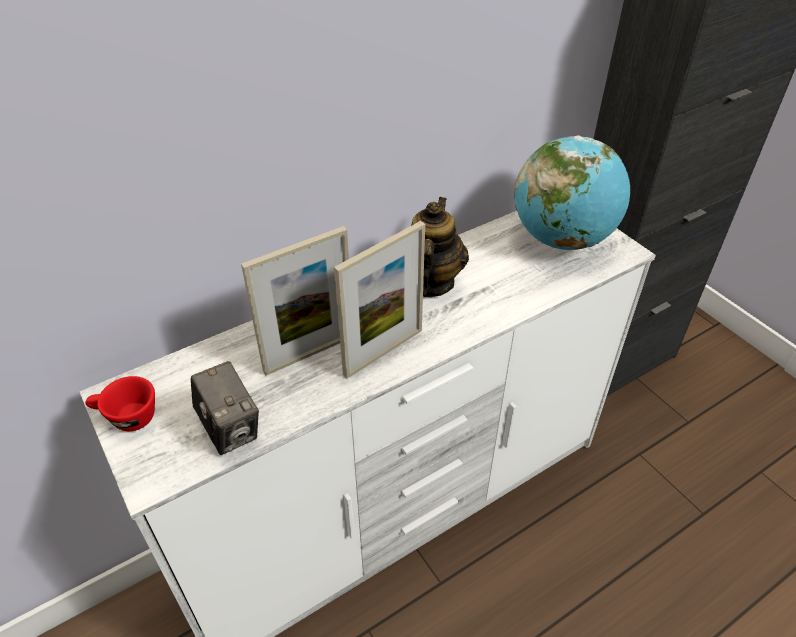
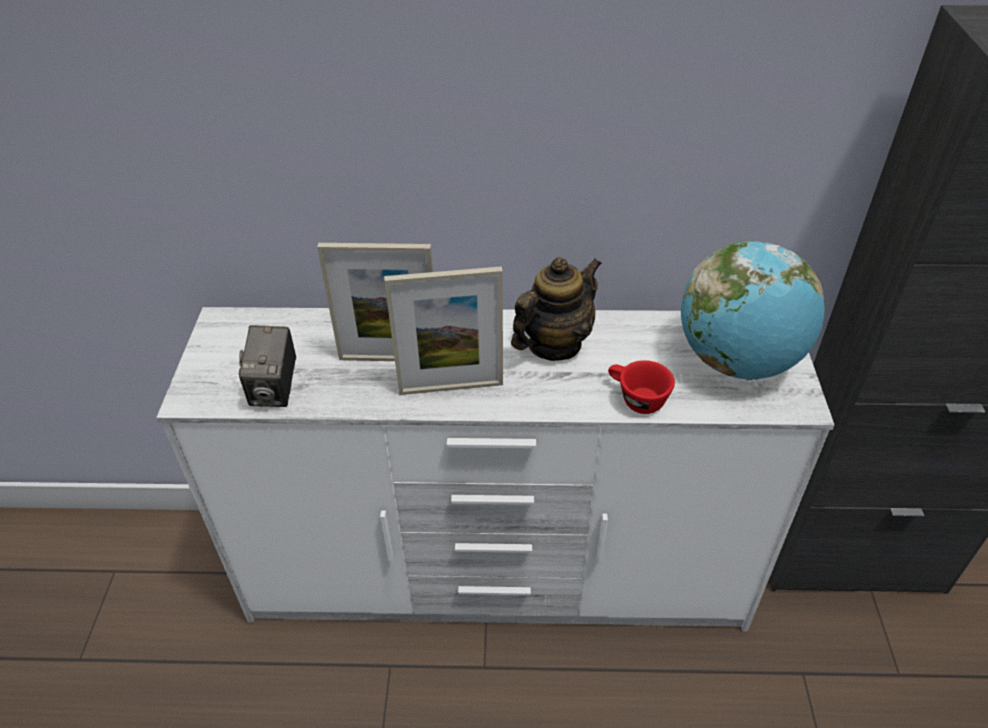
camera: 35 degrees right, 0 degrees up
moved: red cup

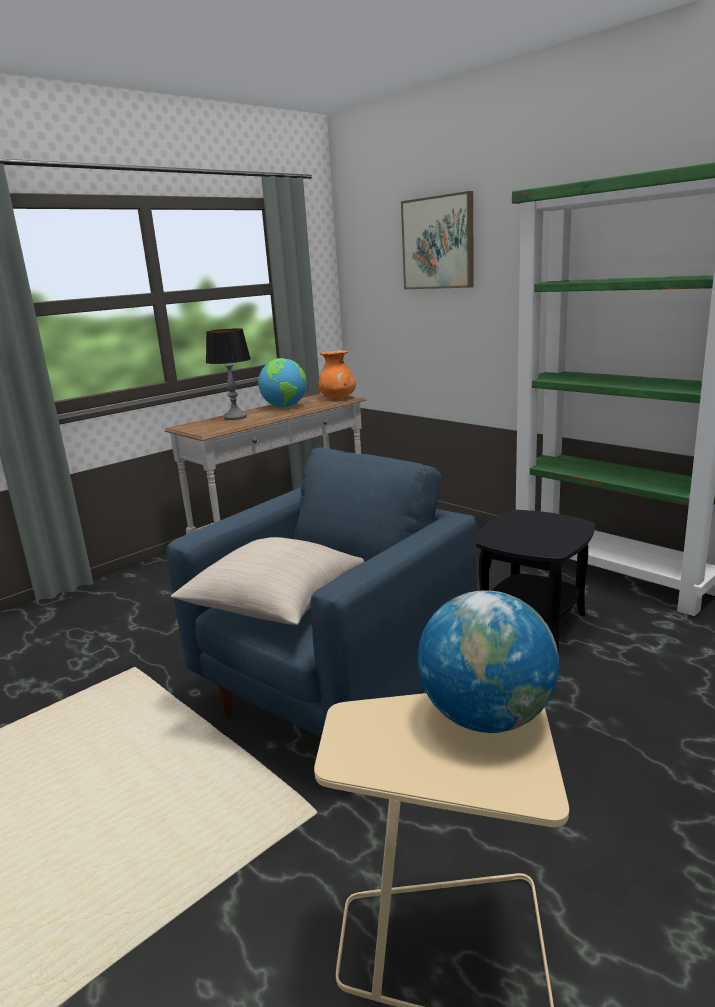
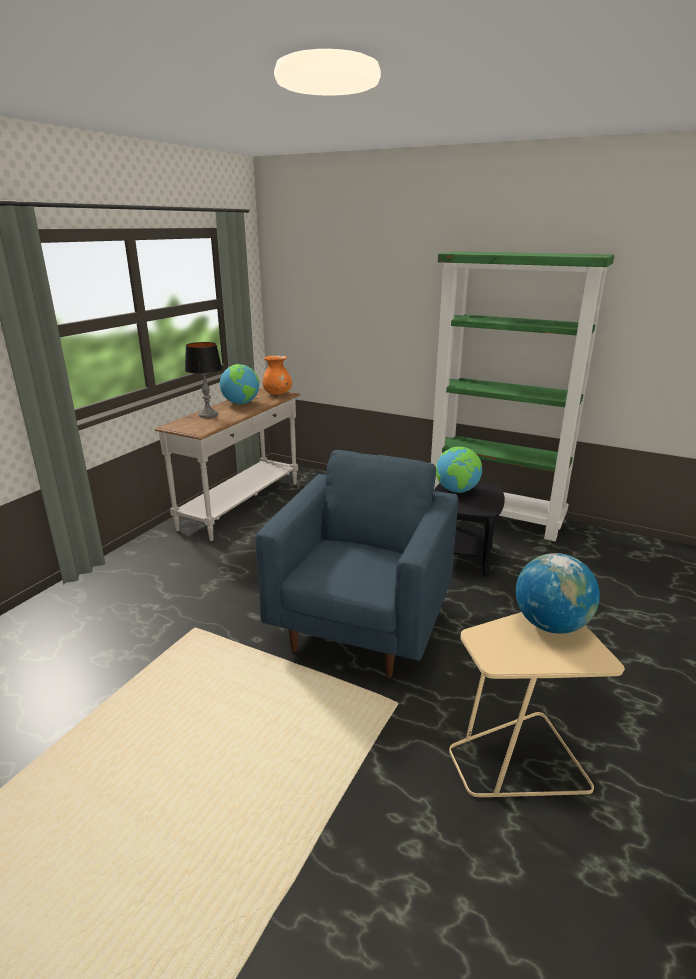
camera: 20 degrees left, 5 degrees up
removed: picture; beige pillow
added: globe (2nd from left)

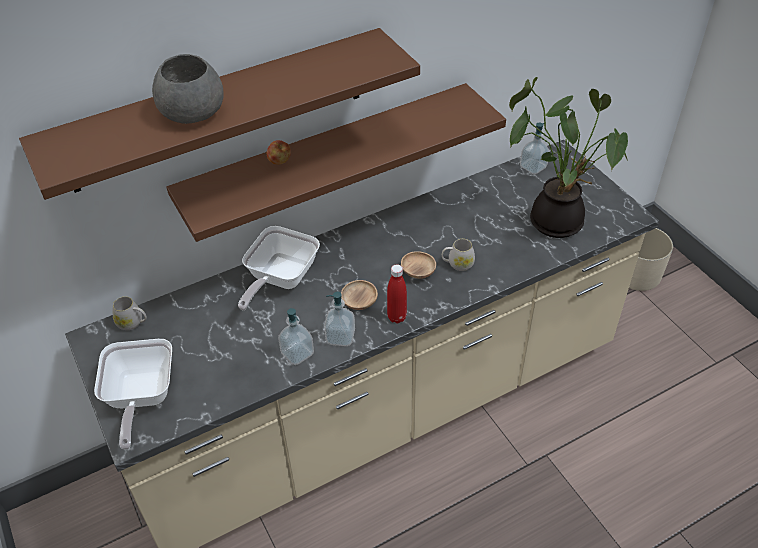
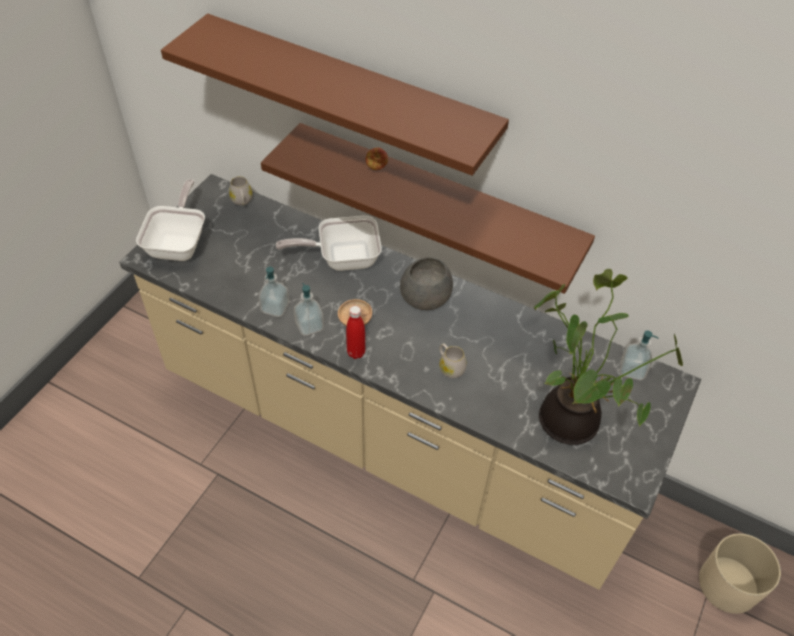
camera: 55 degrees right, 5 degrees up
removed: brown bowl (2nd from left)
moved: grey bowl
turned: frying pan (1st from left) 135 degrees clockwise

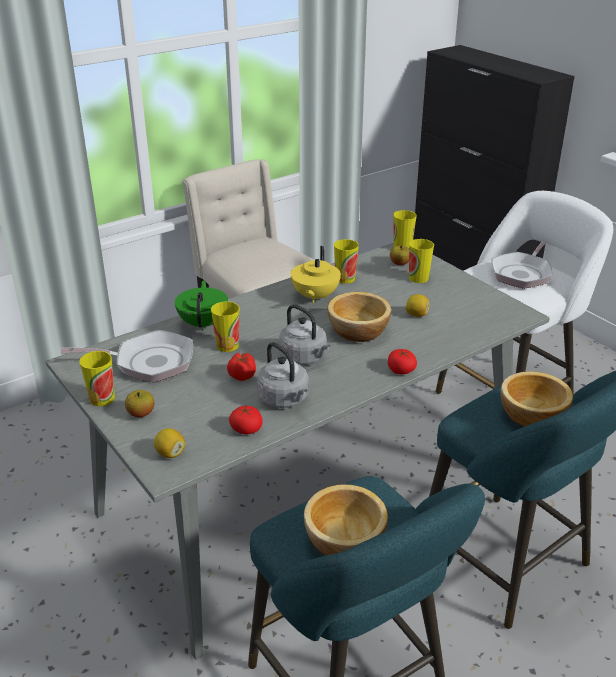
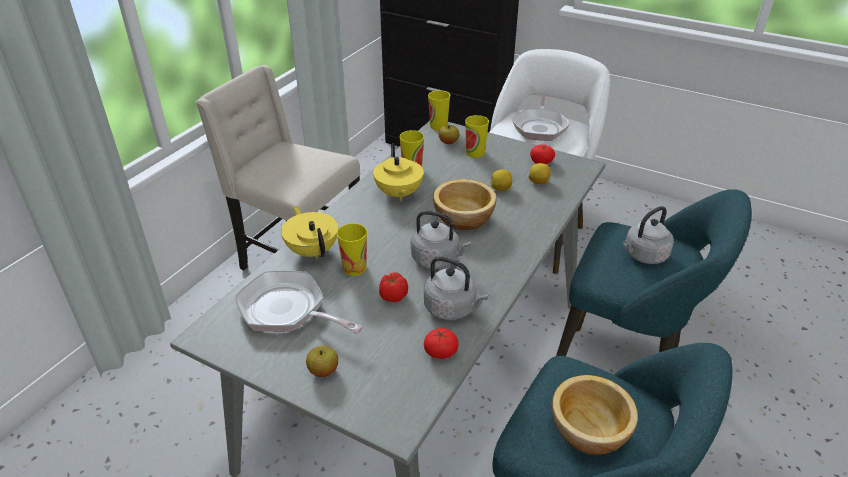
camera: 25 degrees left, 5 degrees up
removed: cup (1st from left)
moved: tomato (3rd from left); lemon (1st from left in the first image) to lemon (2nd from left)
replaced: bowl (3rd from left) to grey kettle (3rd from left)
recoloured: green teapot to yellow teapot (1st from left)
turned: frying pan (1st from left) 120 degrees counterclockwise

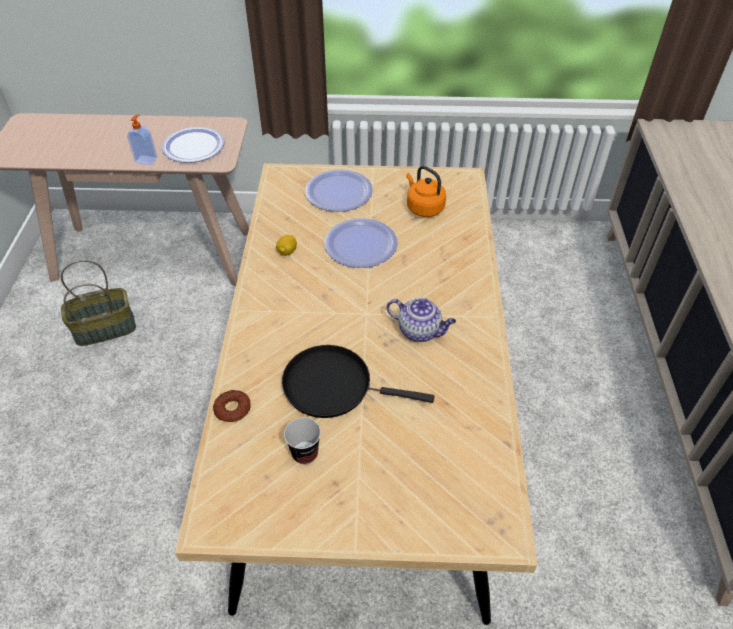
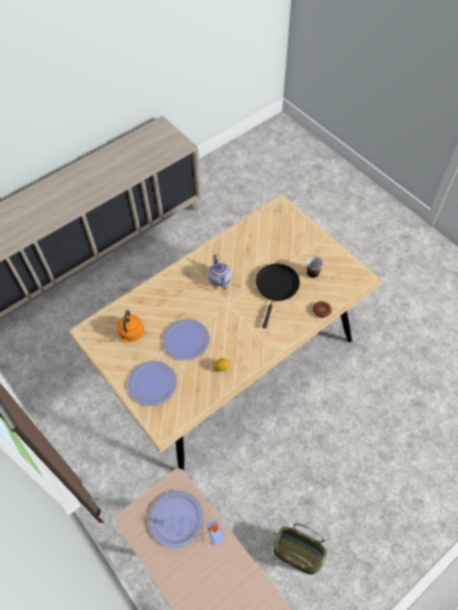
camera: 130 degrees left, 10 degrees up
turned: black frying pan 135 degrees counterclockwise

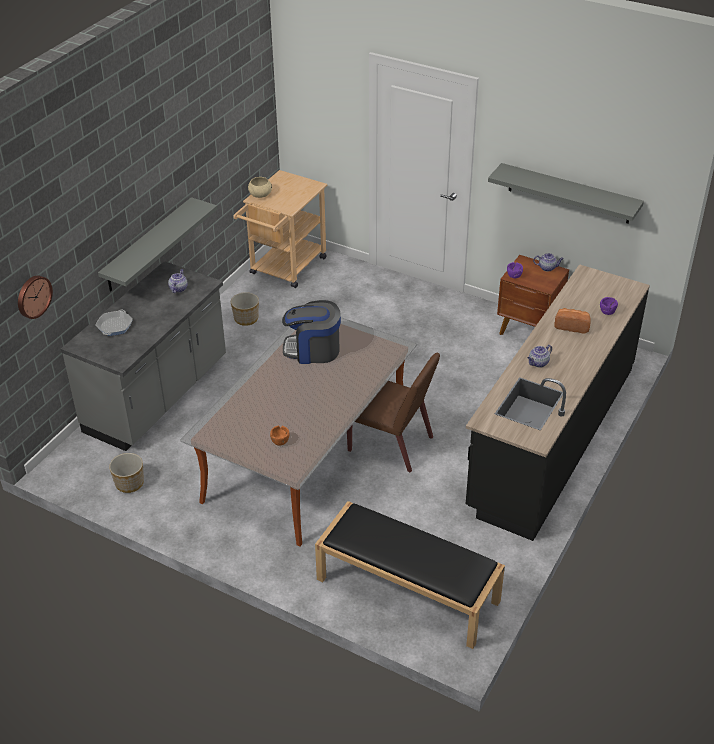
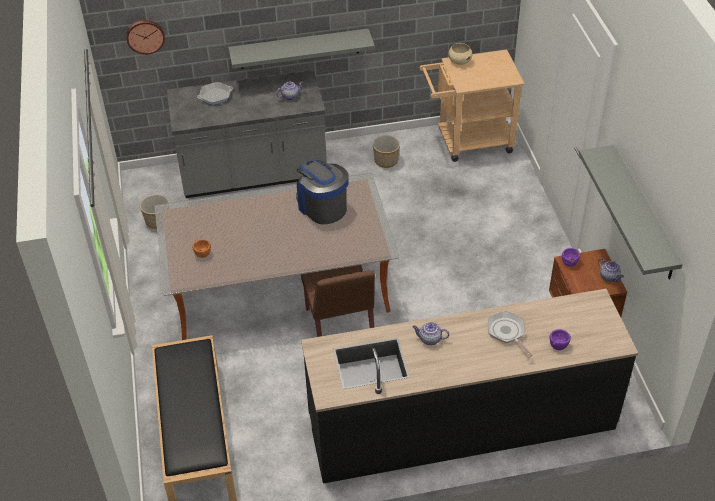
camera: 50 degrees right, 5 degrees up
replaced: bread to frying pan (2nd from left)

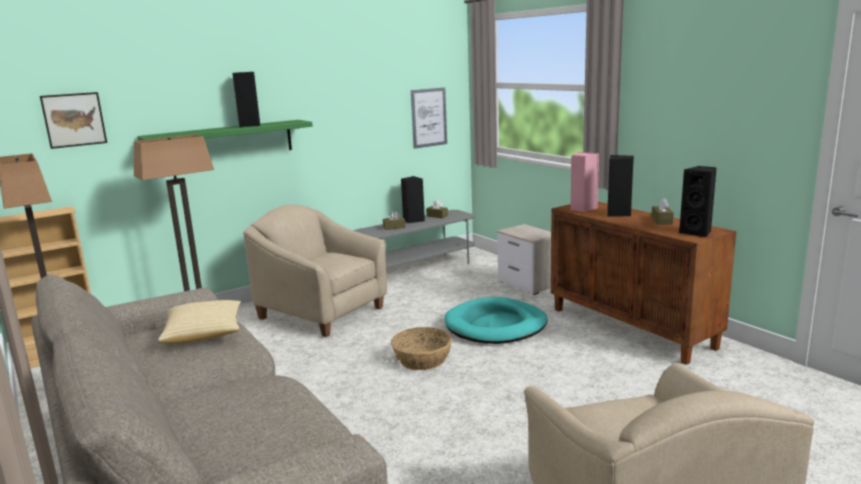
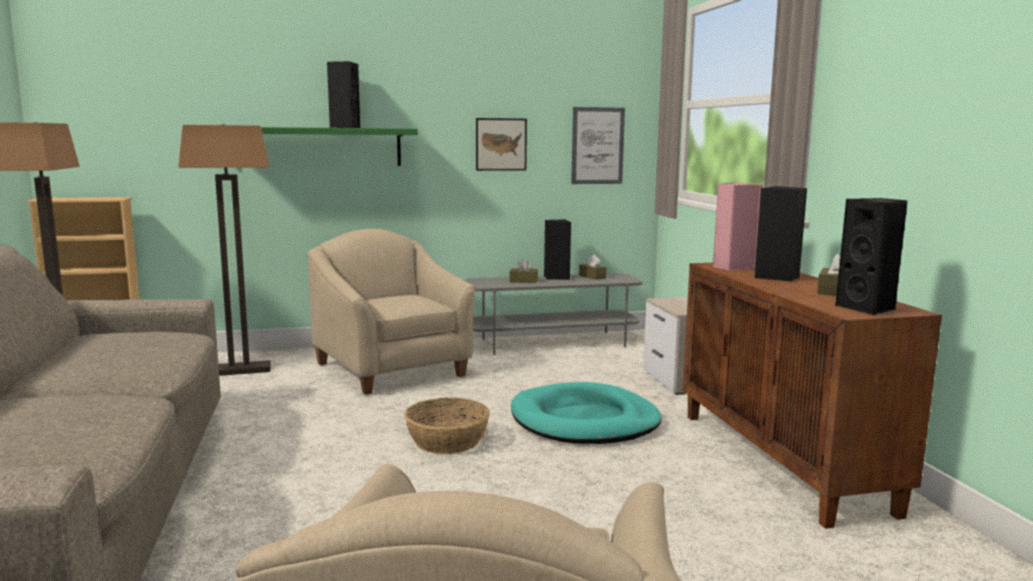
camera: 20 degrees right, 5 degrees down
removed: pillow
moved: picture (1st from left)

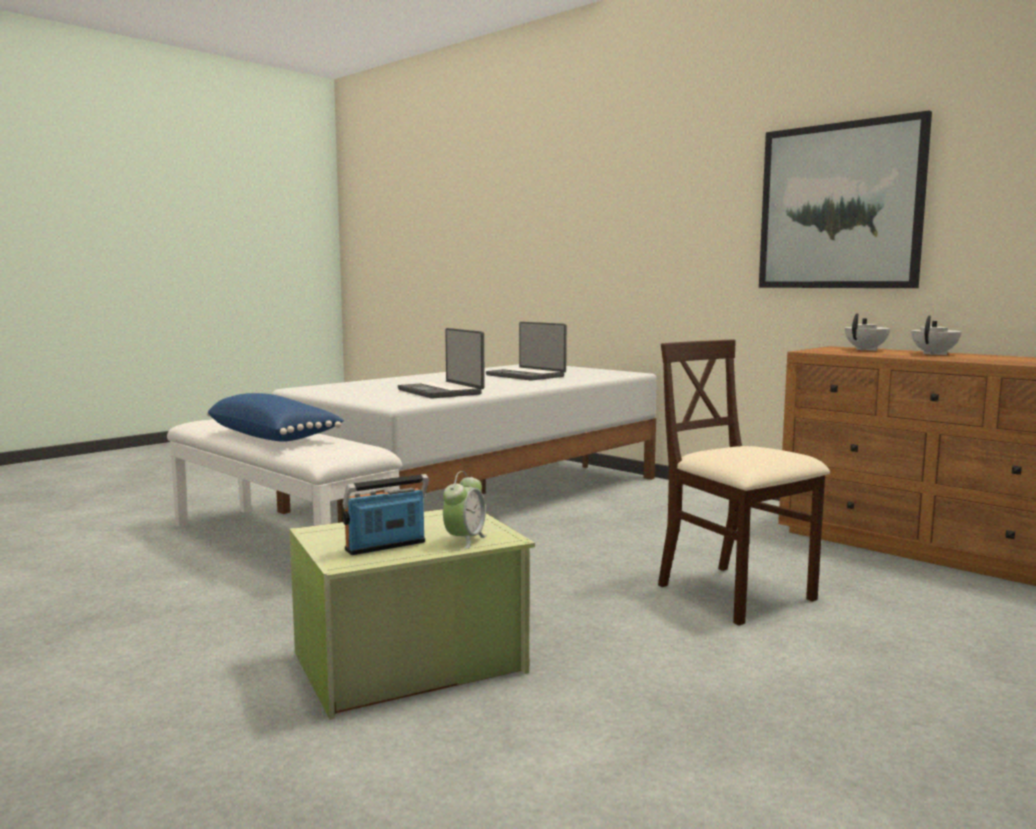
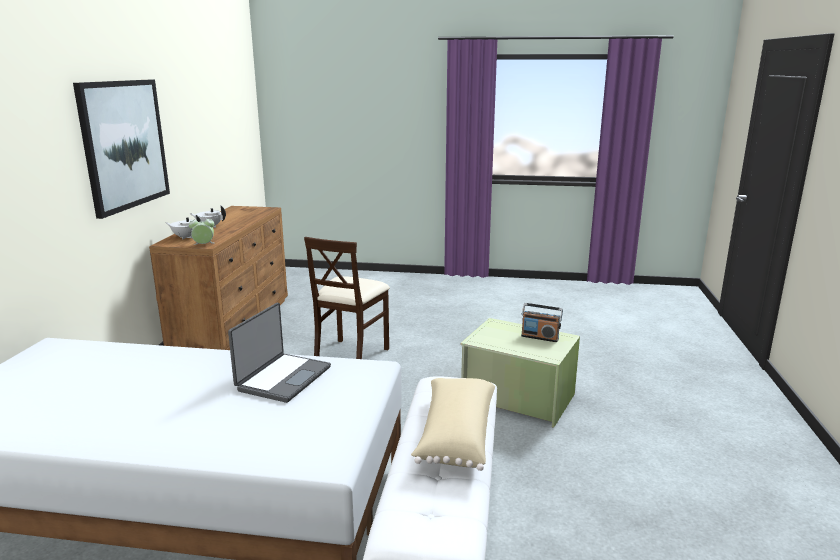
camera: 125 degrees left, 10 degrees up
removed: laptop (2nd from left)
moved: alarm clock
recoloured: blue pillow to beige pillow

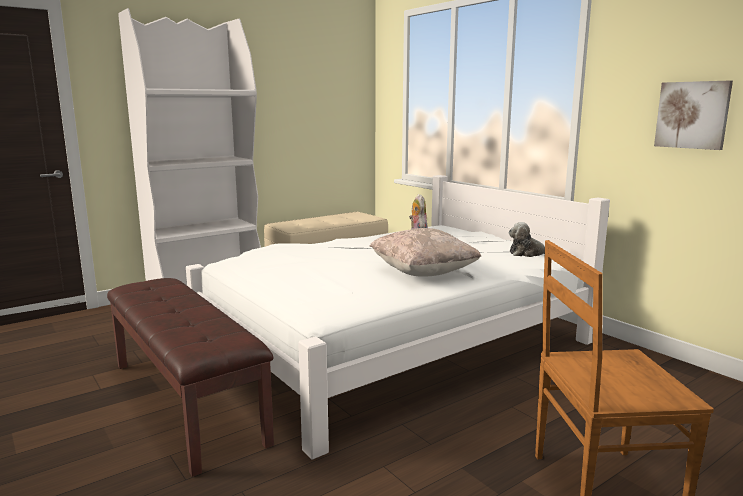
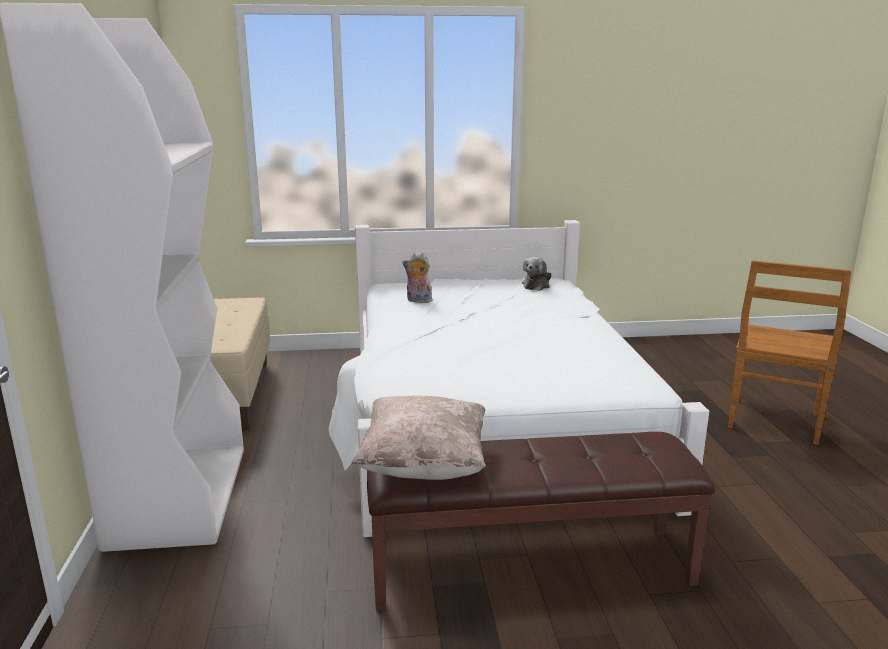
camera: 60 degrees left, 5 degrees up
removed: picture
moved: beige pillow

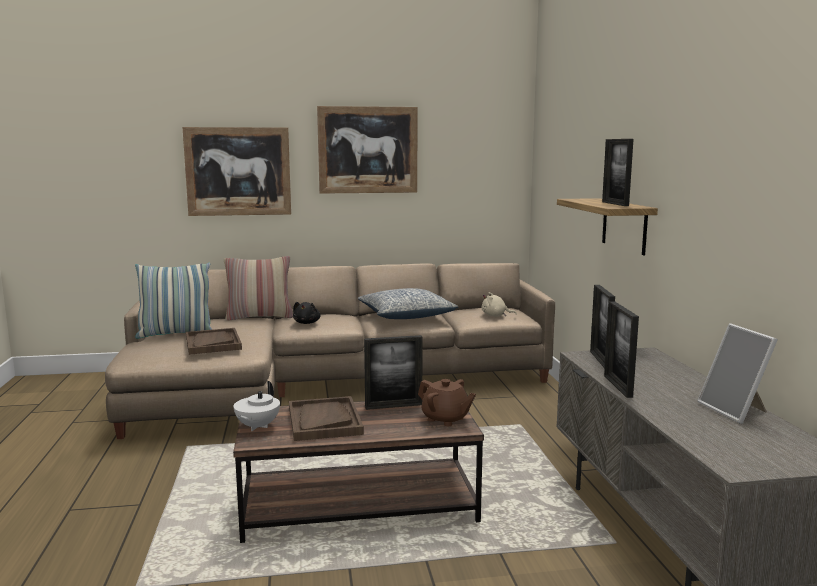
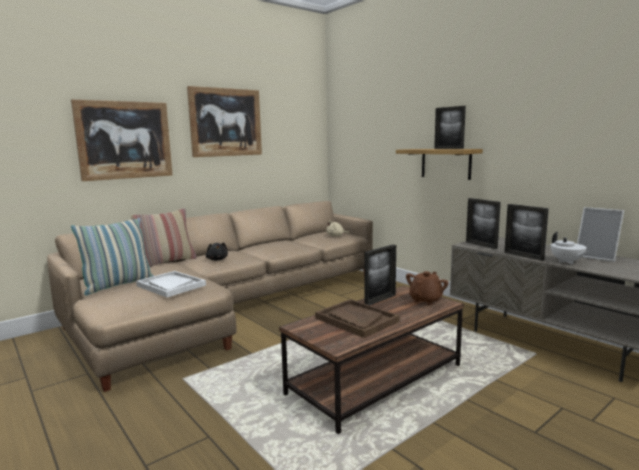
camera: 30 degrees left, 0 degrees up
removed: pillow (3rd from left)
moved: white teapot
recoloured: brown tray (1st from left) to white tray
turned: brown teapot 60 degrees counterclockwise

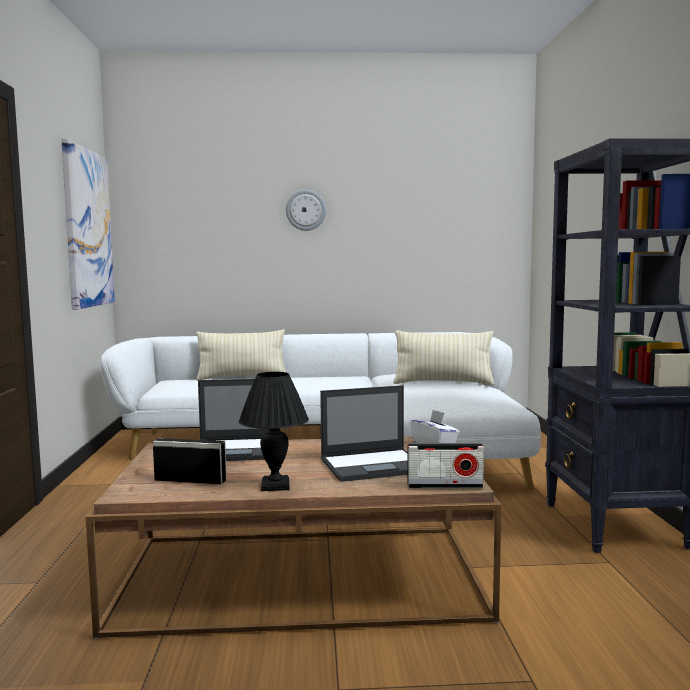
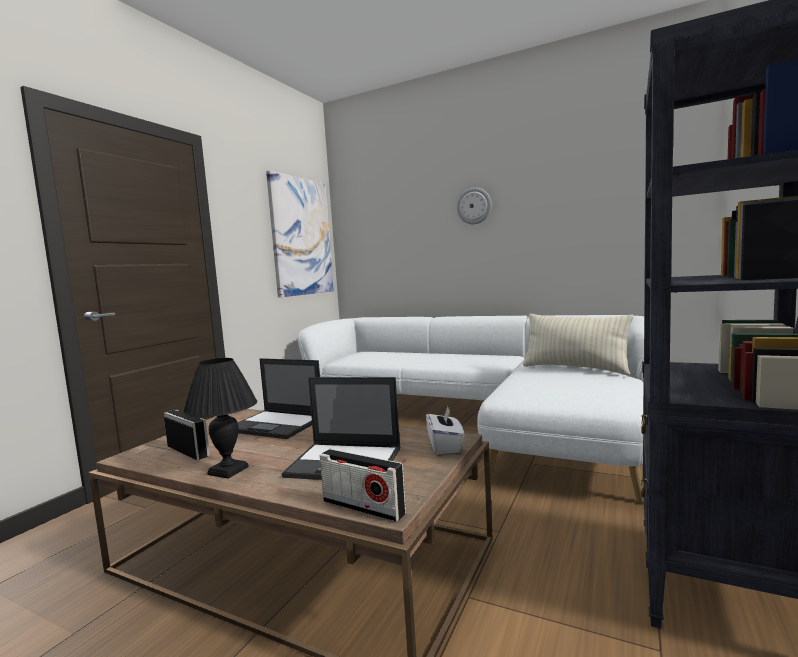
camera: 30 degrees right, 0 degrees up
removed: beige pillow (1st from left)

